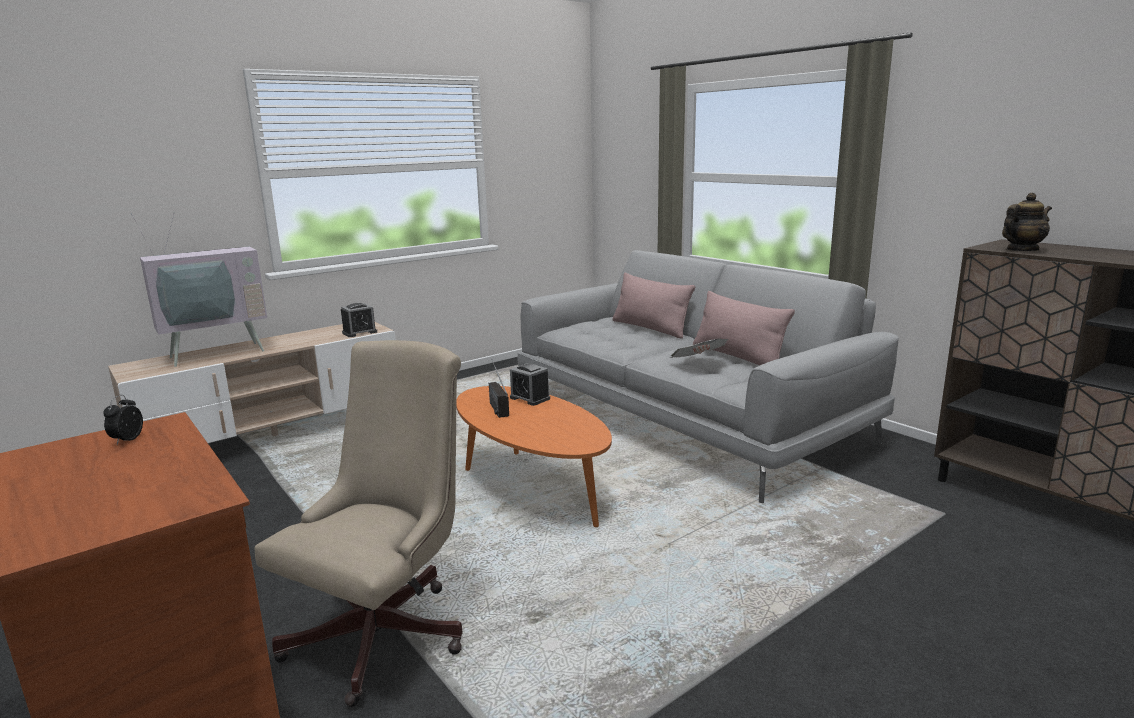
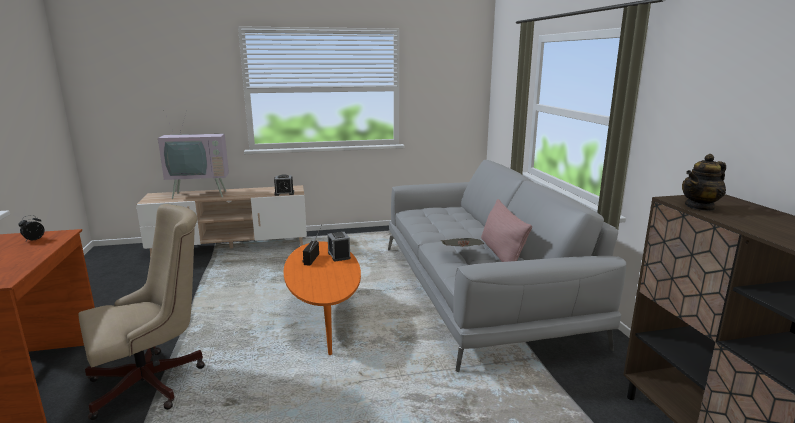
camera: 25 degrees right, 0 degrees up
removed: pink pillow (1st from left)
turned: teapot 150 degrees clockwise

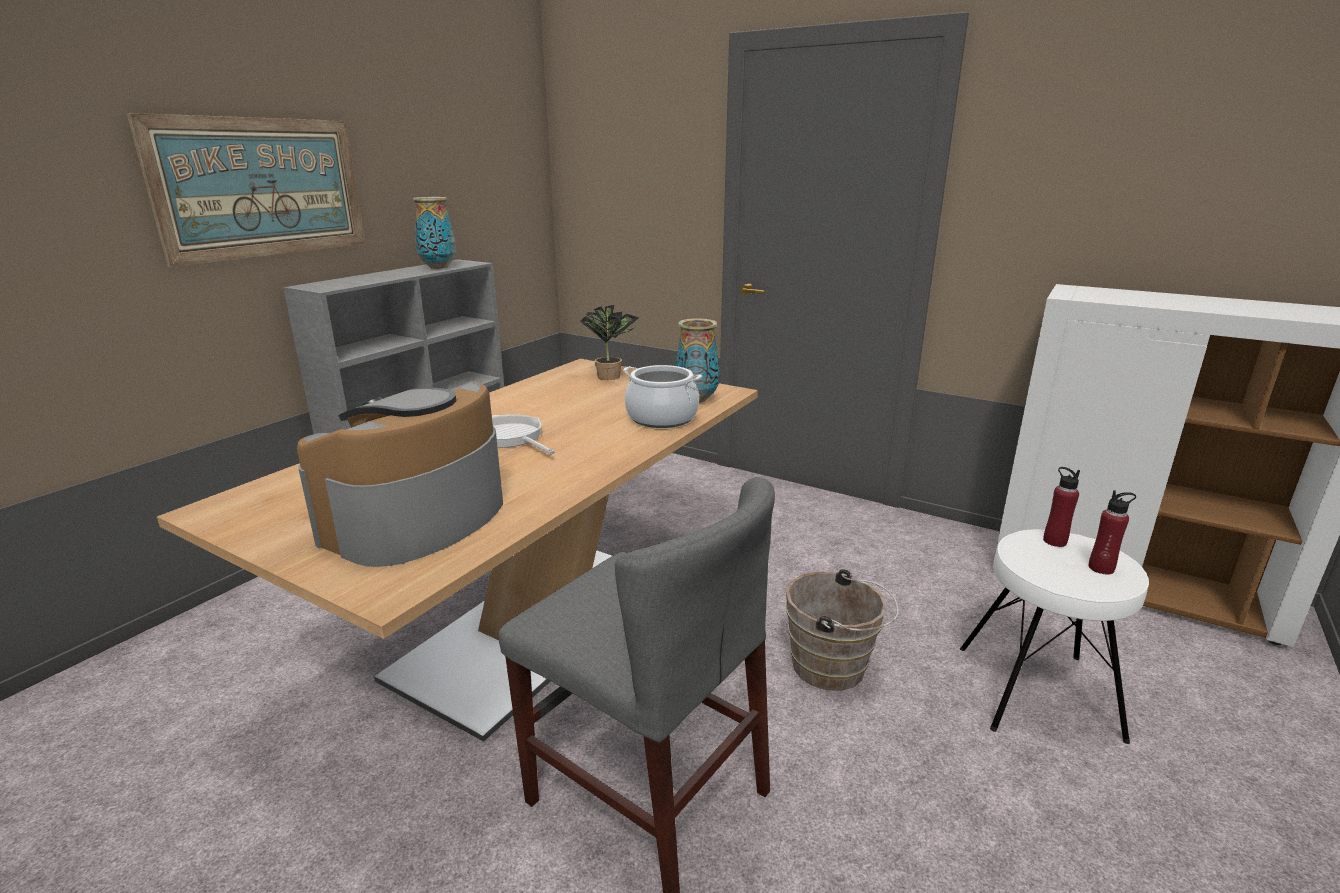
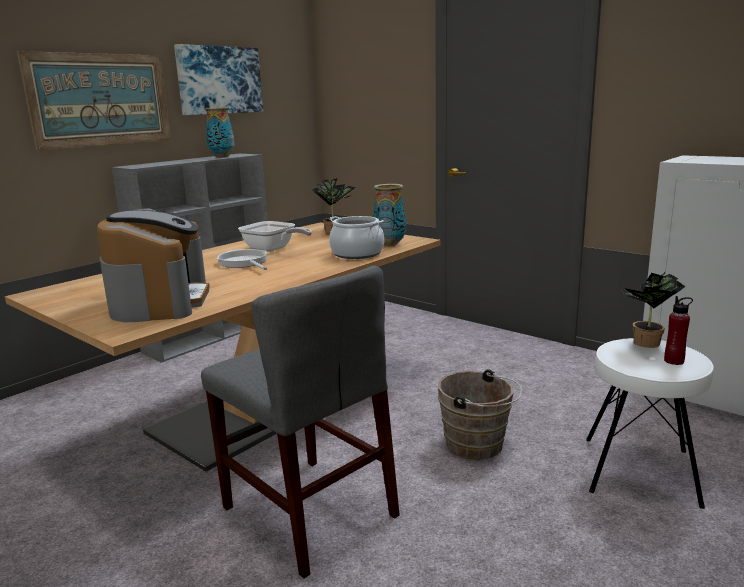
camera: 10 degrees right, 5 degrees down
added: picture (2nd from left); frying pan (2nd from left)
replaced: red bottle (1st from left) to potted plant (2nd from left)
turned: coffee machine 135 degrees clockwise

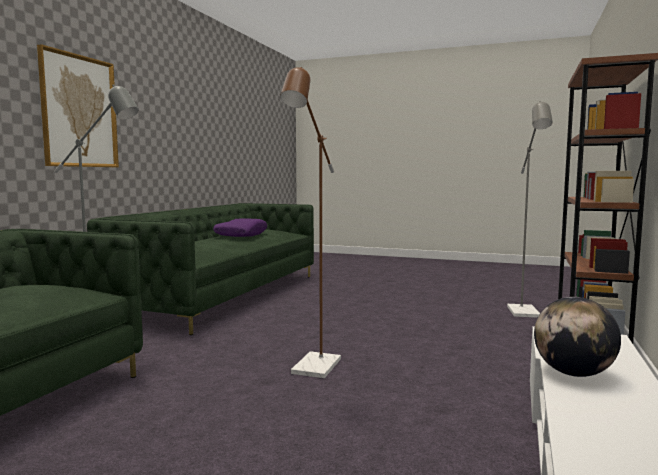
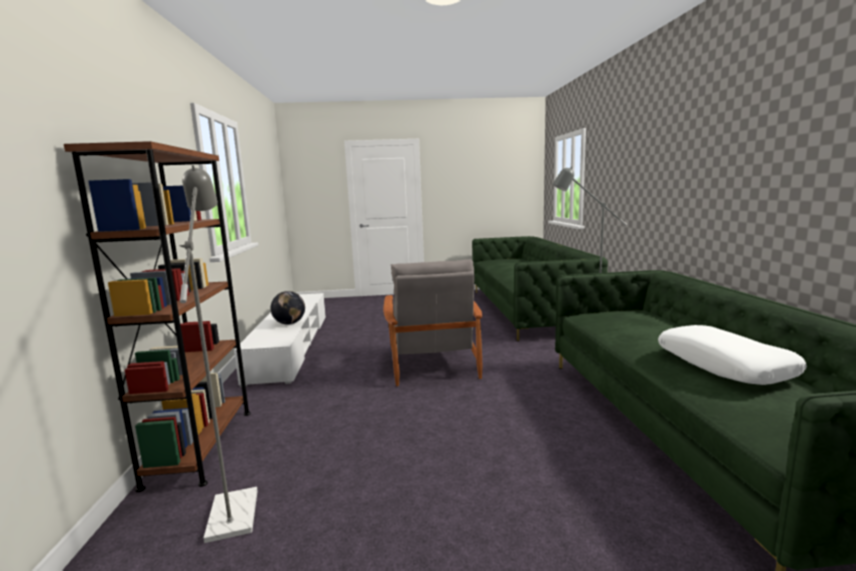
camera: 155 degrees right, 5 degrees up
removed: picture
replaced: brown floor lamp to grey armchair
recoloured: purple pillow to white pillow

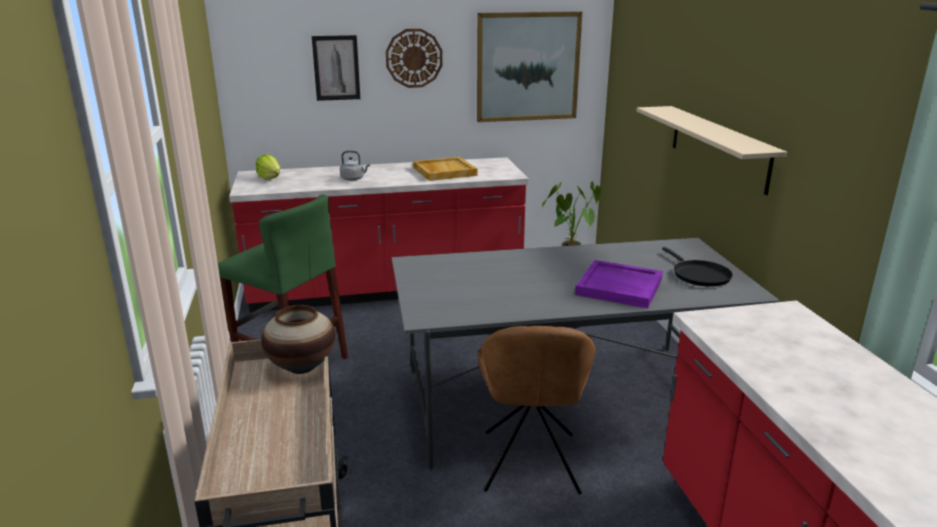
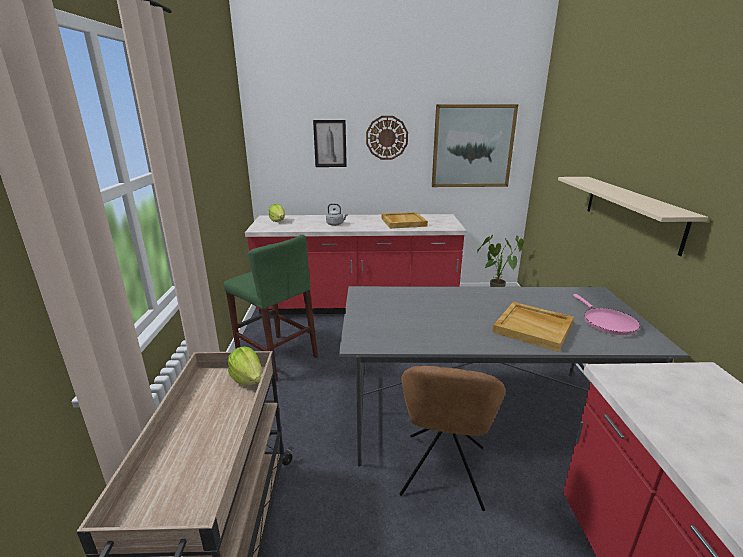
camera: 10 degrees right, 0 degrees up
replaced: vase to lettuce (1st from left)
recoloured: black frying pan to pink frying pan; purple tray to beige tray (2nd from left)

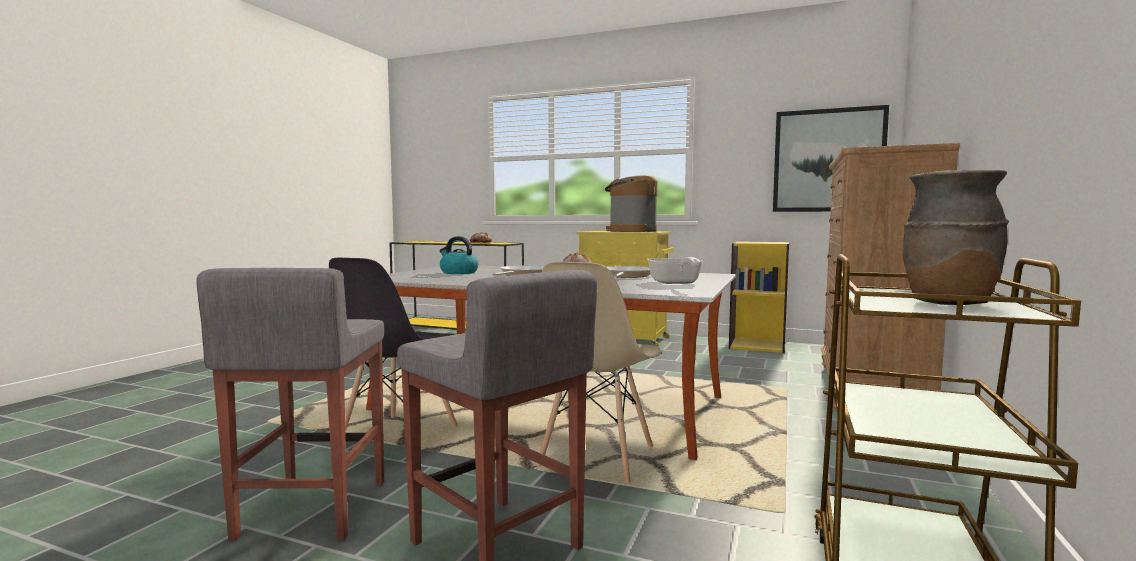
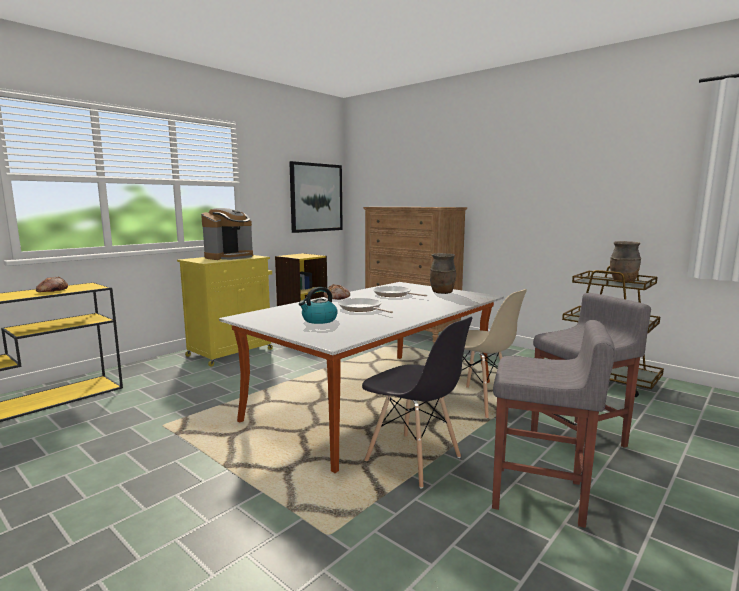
camera: 70 degrees left, 5 degrees up
replaced: frying pan (3rd from left) to brown vase (1st from left)
turned: coffee machine 105 degrees counterclockwise

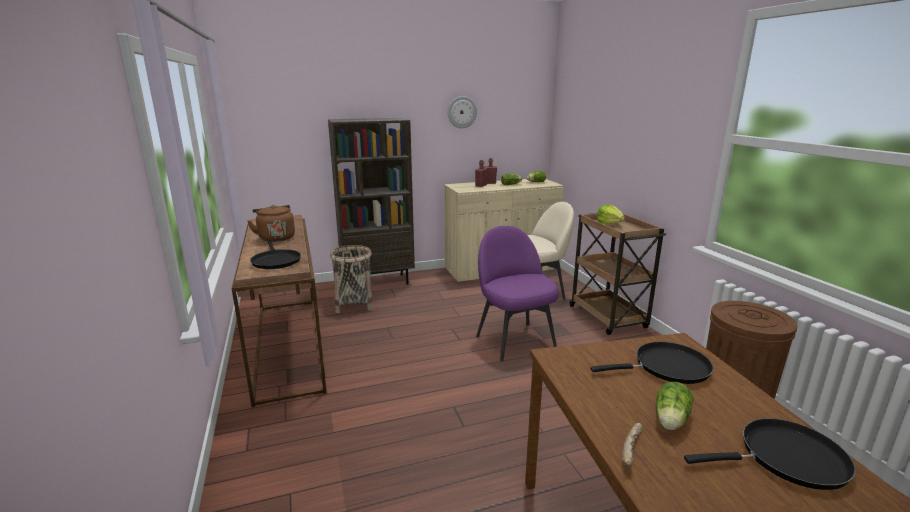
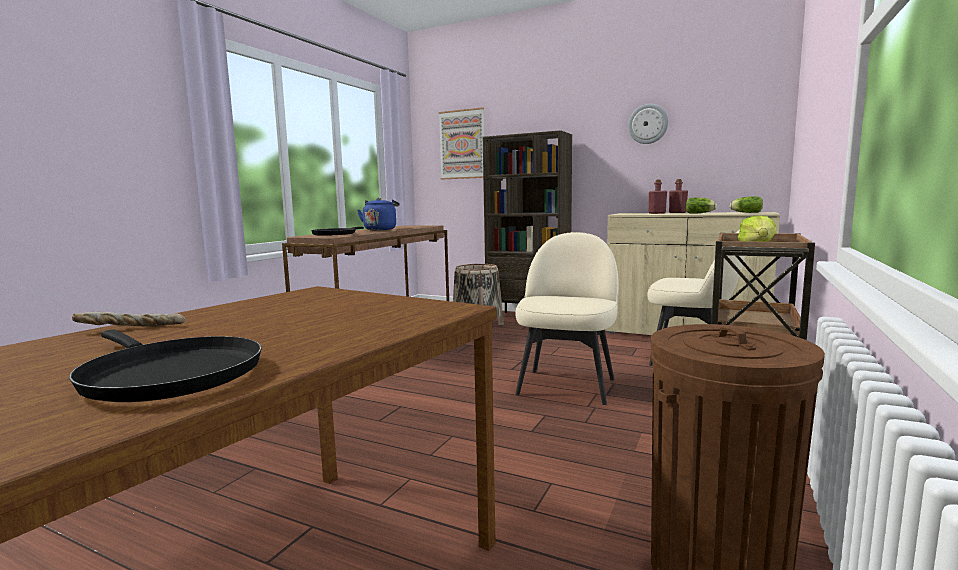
camera: 45 degrees right, 10 degrees down
removed: black frying pan (2nd from left); lettuce (4th from left)
added: picture
recoloured: brown kettle to blue kettle; purple chair to beige chair (1st from left)

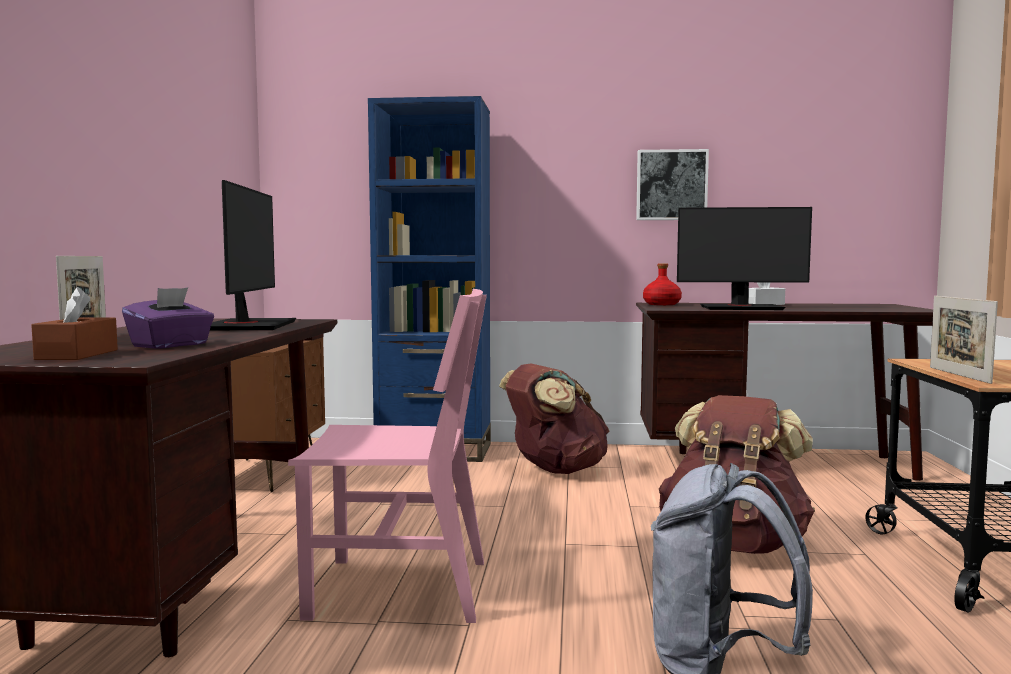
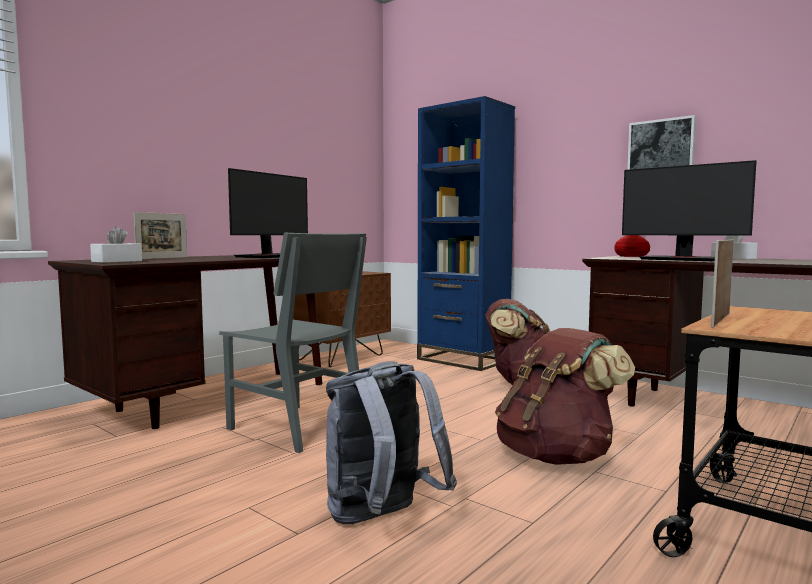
camera: 35 degrees right, 0 degrees up
removed: purple tissue box
recoloured: brown tissue box to white tissue box (1st from left); pink chair to grey chair

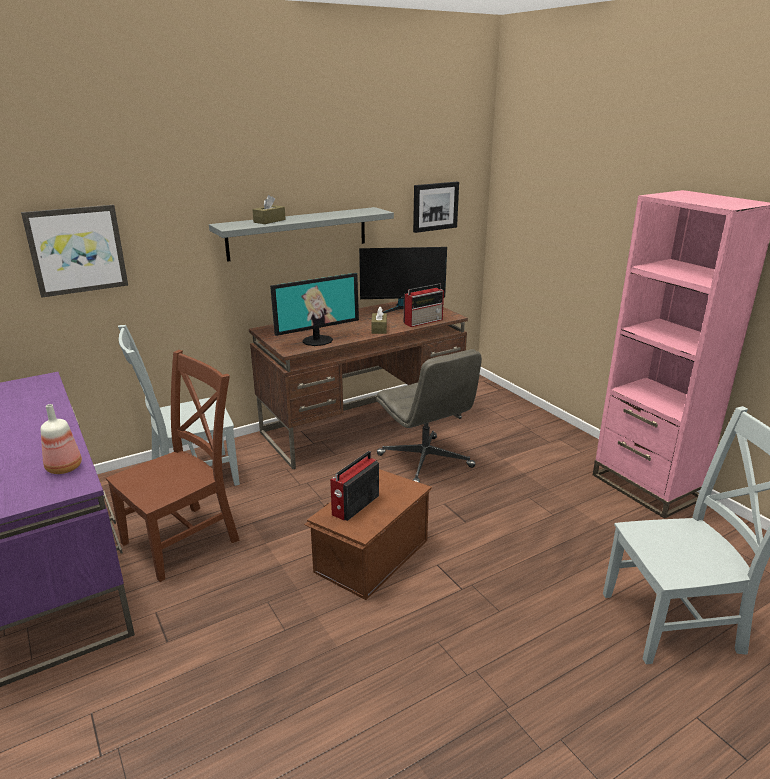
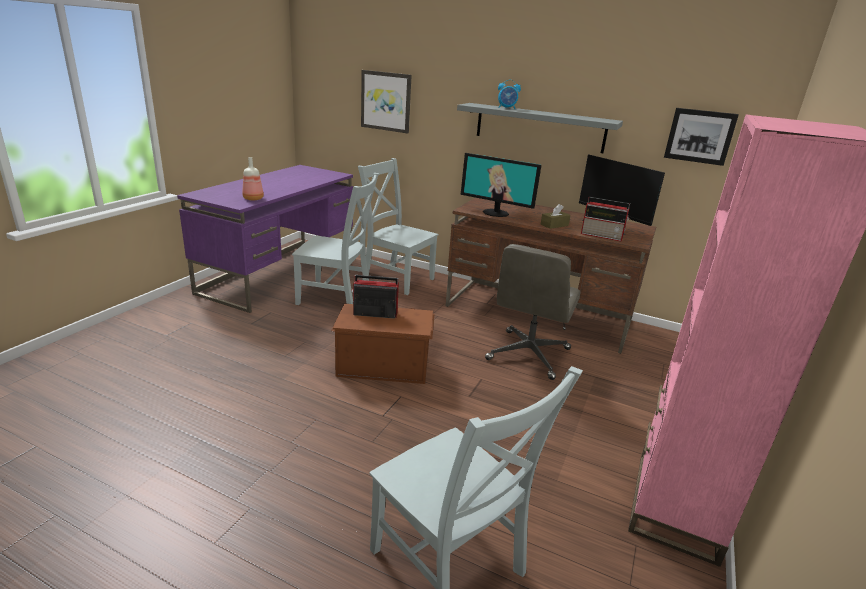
camera: 55 degrees right, 0 degrees up
replaced: brown tissue box (1st from left) to alarm clock
recoloured: brown chair to grey chair (1st from left)

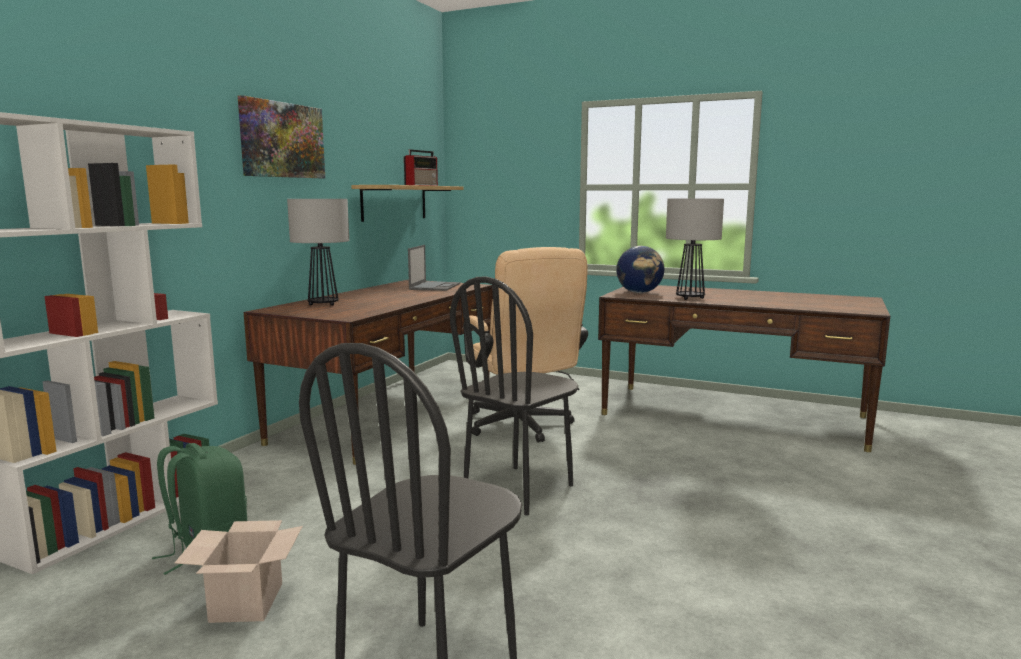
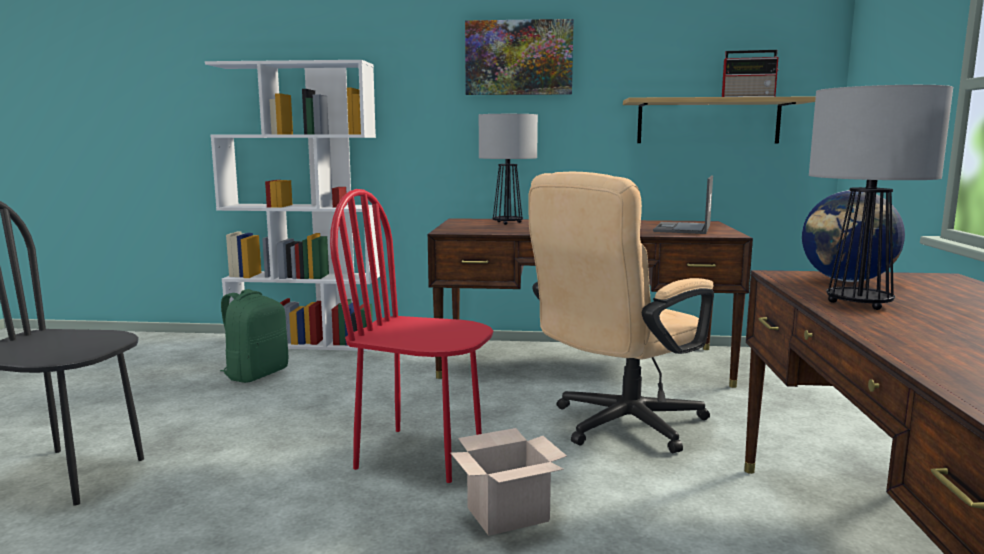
camera: 70 degrees right, 0 degrees up
moved: cardboard box
recoloured: black chair (2nd from left) to red chair
turned: laptop 120 degrees clockwise

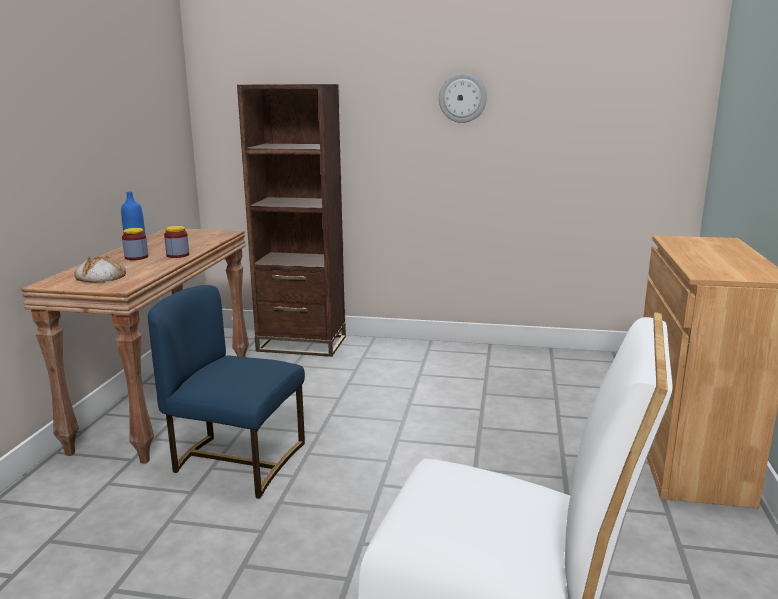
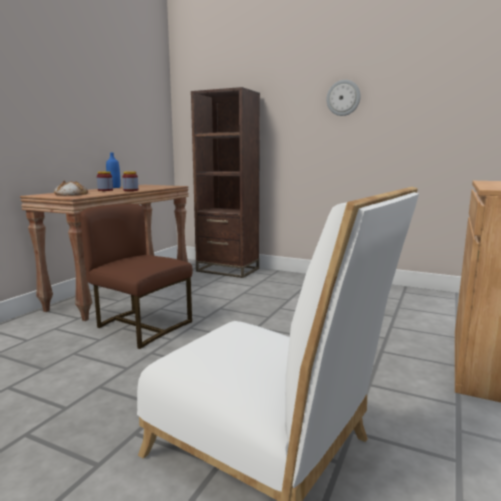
camera: 15 degrees right, 5 degrees down
recoloured: blue chair to brown chair

